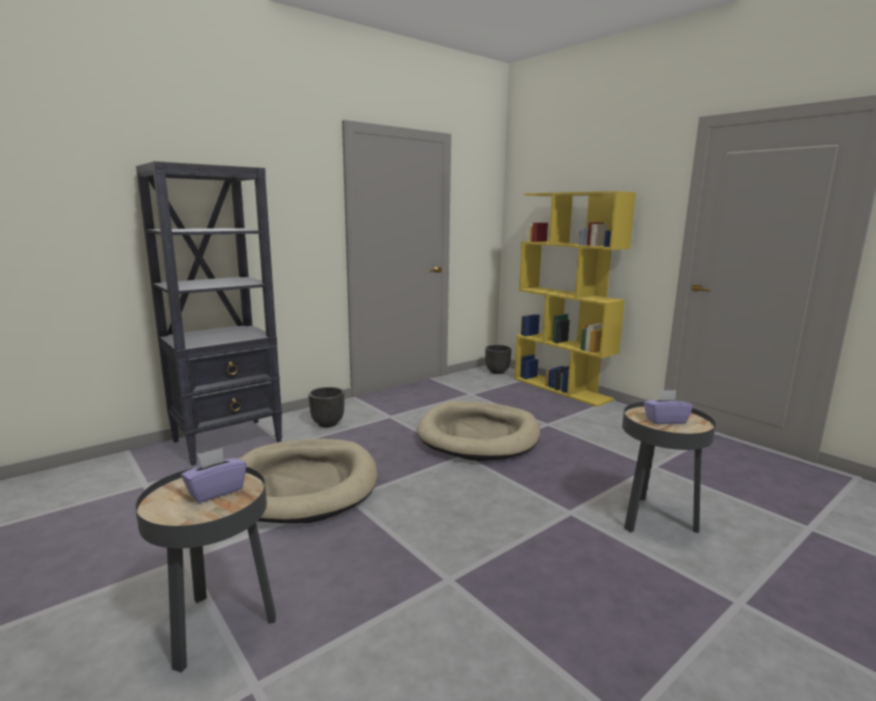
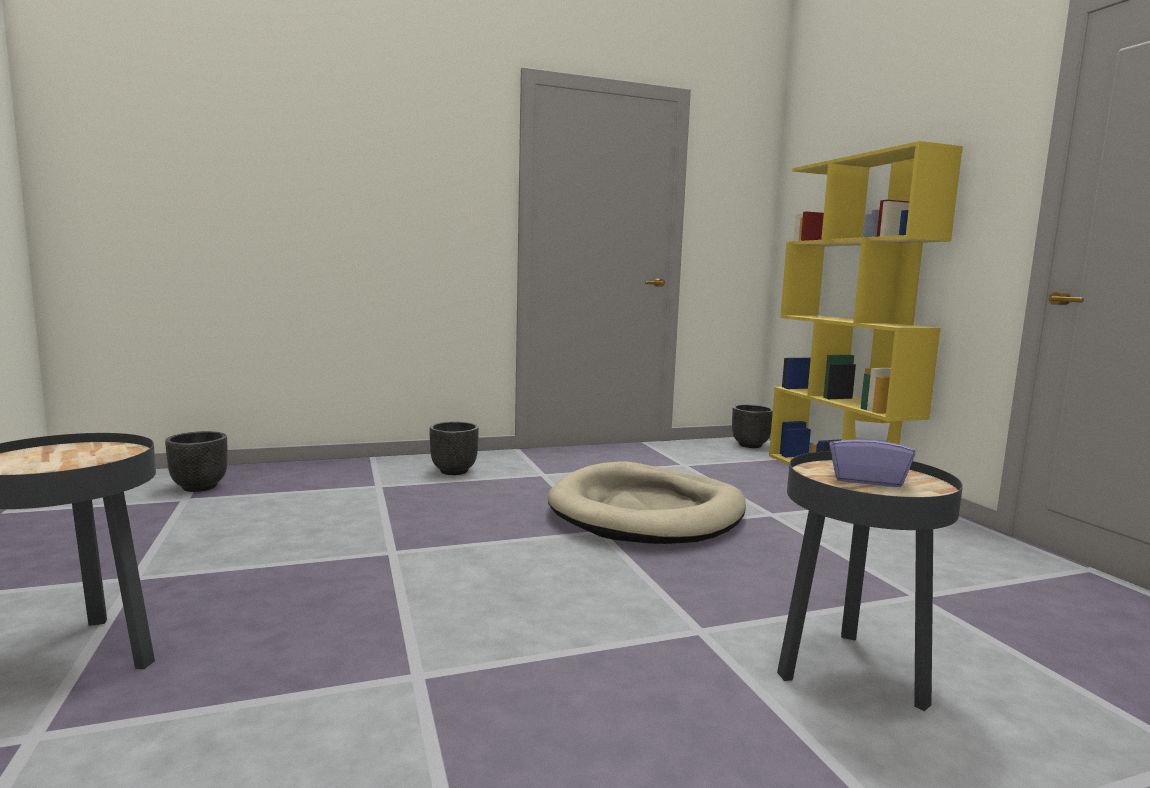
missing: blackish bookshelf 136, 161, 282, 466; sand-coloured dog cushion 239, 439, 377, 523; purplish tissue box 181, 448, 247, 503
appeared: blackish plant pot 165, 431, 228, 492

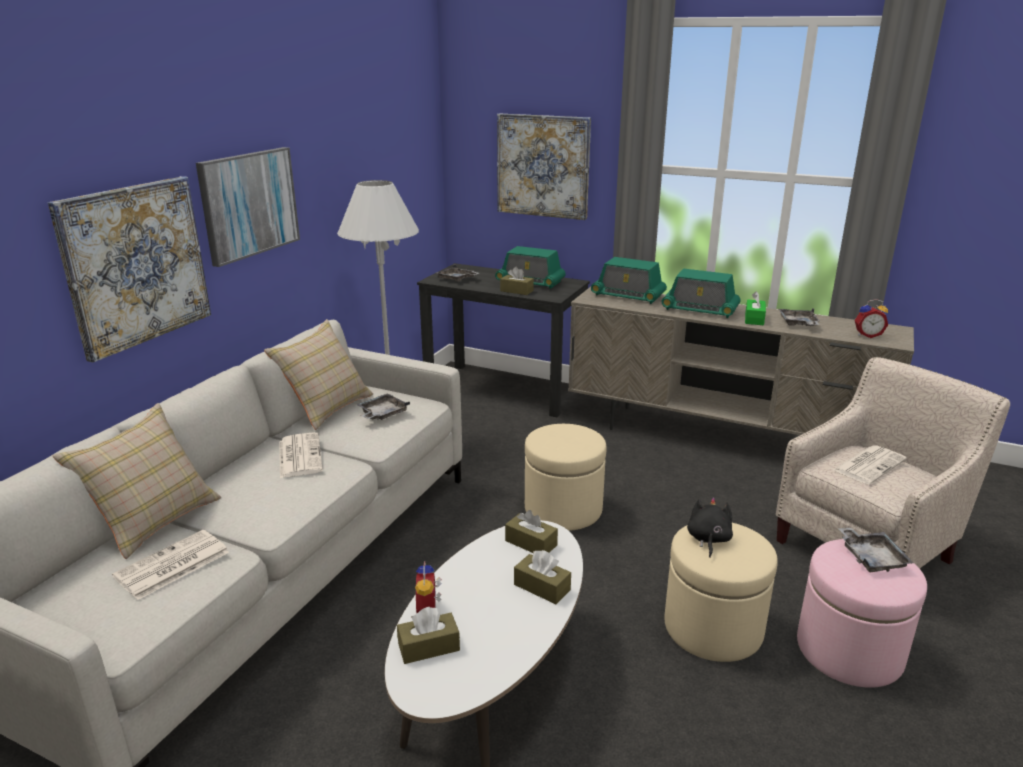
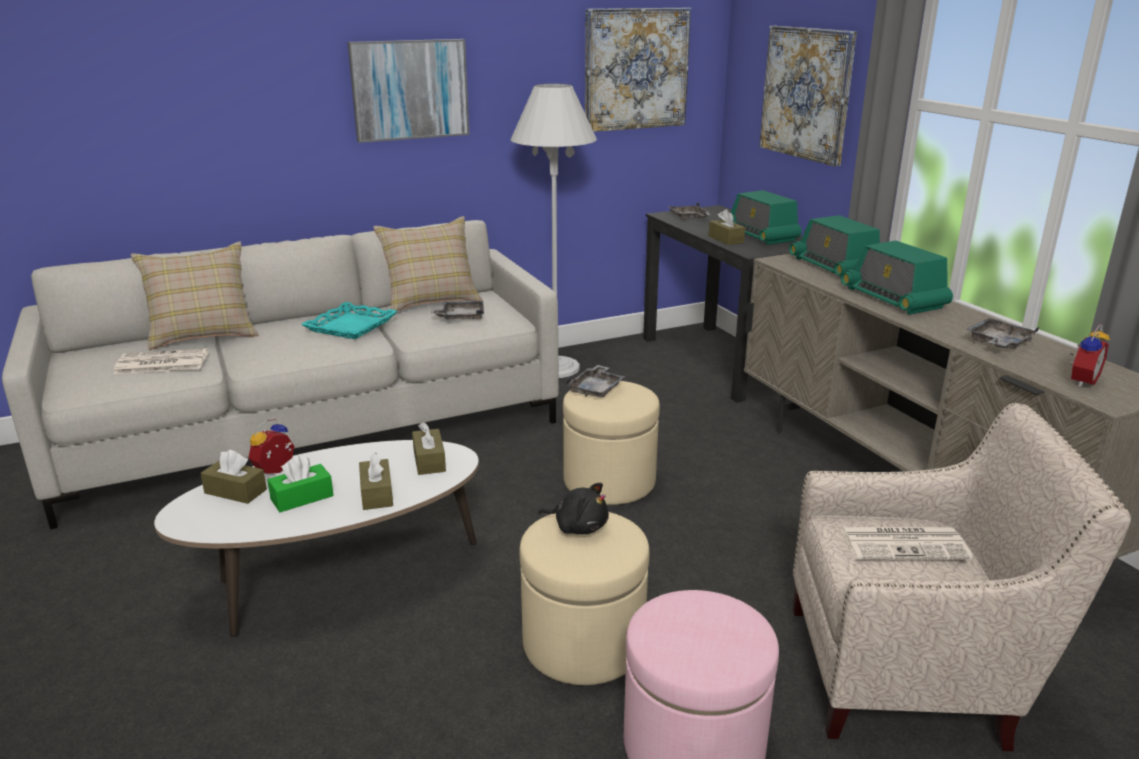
relocated: wall art 48, 176, 211, 362 to 585, 7, 691, 132; green tissue box 745, 291, 766, 325 to 267, 455, 334, 512; grey carrying tray 838, 527, 913, 572 to 566, 365, 625, 398
exchanged: newspaper 279, 432, 323, 478 to blue-green carrying tray 301, 302, 398, 339
spun: bedside clock 854, 299, 888, 338 = 1070, 324, 1110, 387 90 degrees counterclockwise; blackish soft toy 687, 497, 733, 557 = 538, 483, 609, 534 60 degrees clockwise

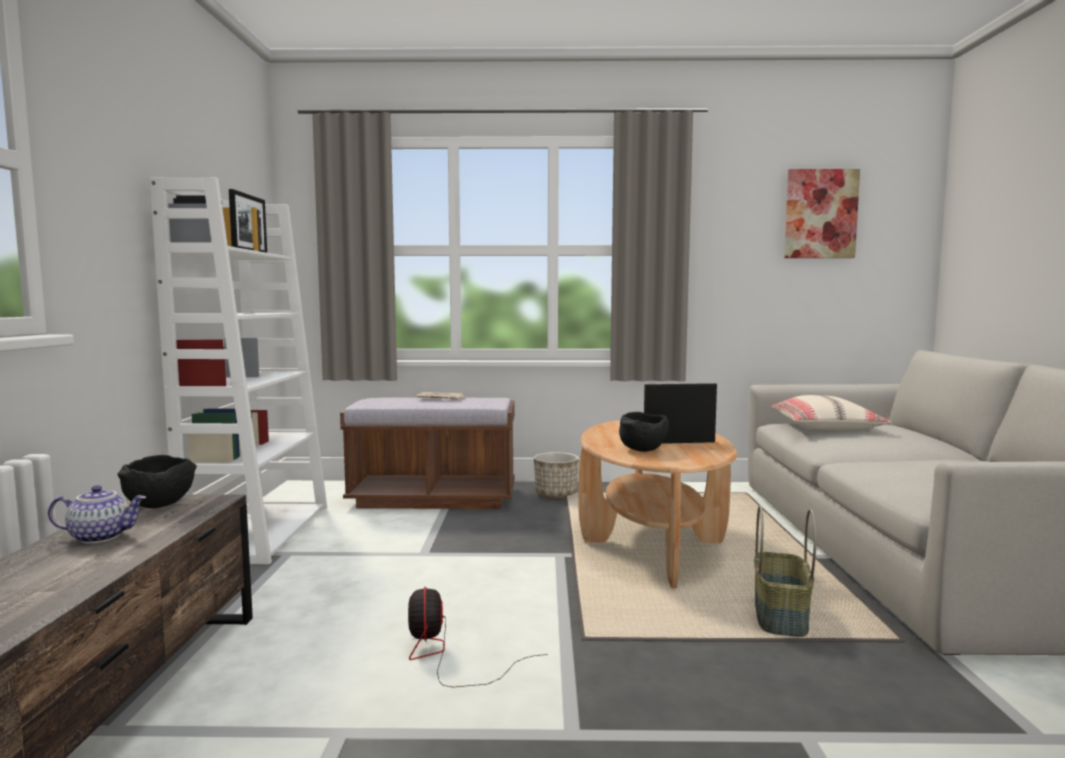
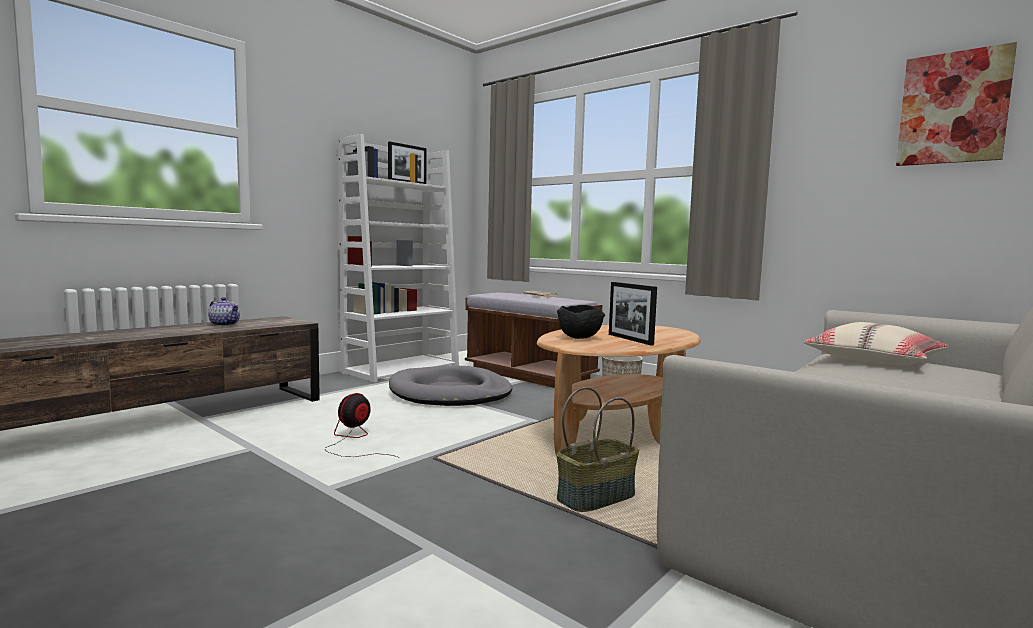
missing: blackish deep dish 117, 455, 197, 508
appeared: grey dog cushion 389, 365, 512, 406
spun: photo frame 644, 383, 717, 444 = 609, 282, 657, 345 150 degrees counterclockwise

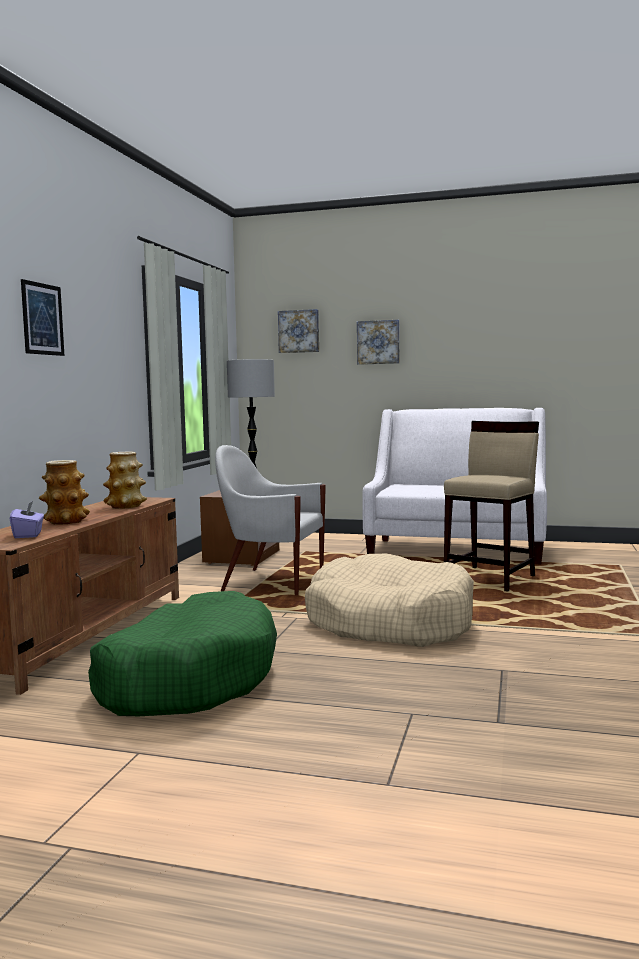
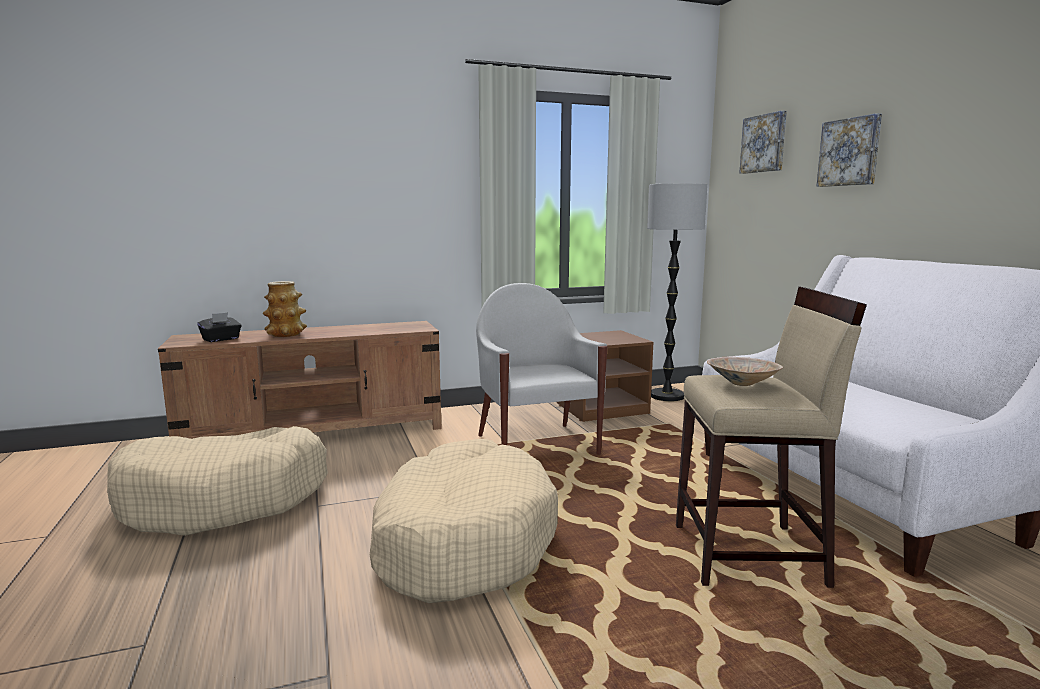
missing: wall art 21, 279, 64, 356; vase 103, 451, 147, 508
appeared: sand-coloured deep dish 707, 357, 783, 386
colour: purplish tissue box 10, 501, 44, 538 to blackish tissue box 197, 312, 242, 342; green dog cushion 88, 591, 277, 716 to sand-coloured dog cushion 107, 426, 328, 536

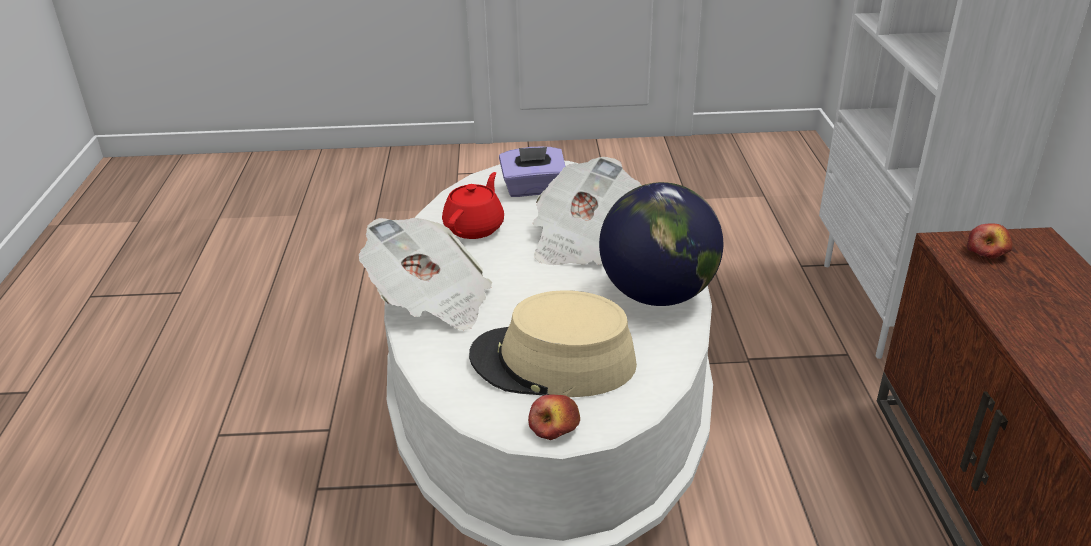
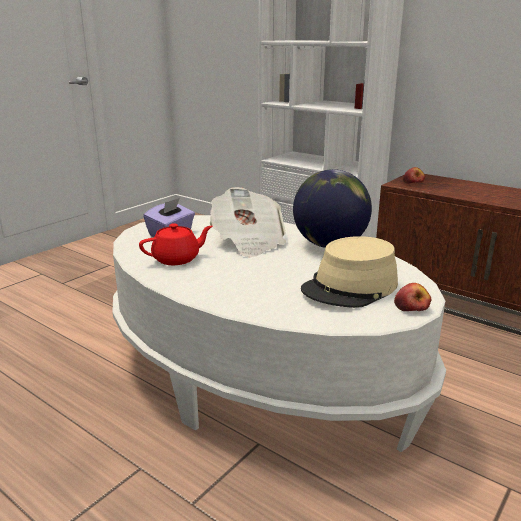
missing: newspaper 359, 218, 492, 330
spun: red pot for tea 442, 172, 504, 239 = 139, 223, 213, 265 90 degrees clockwise

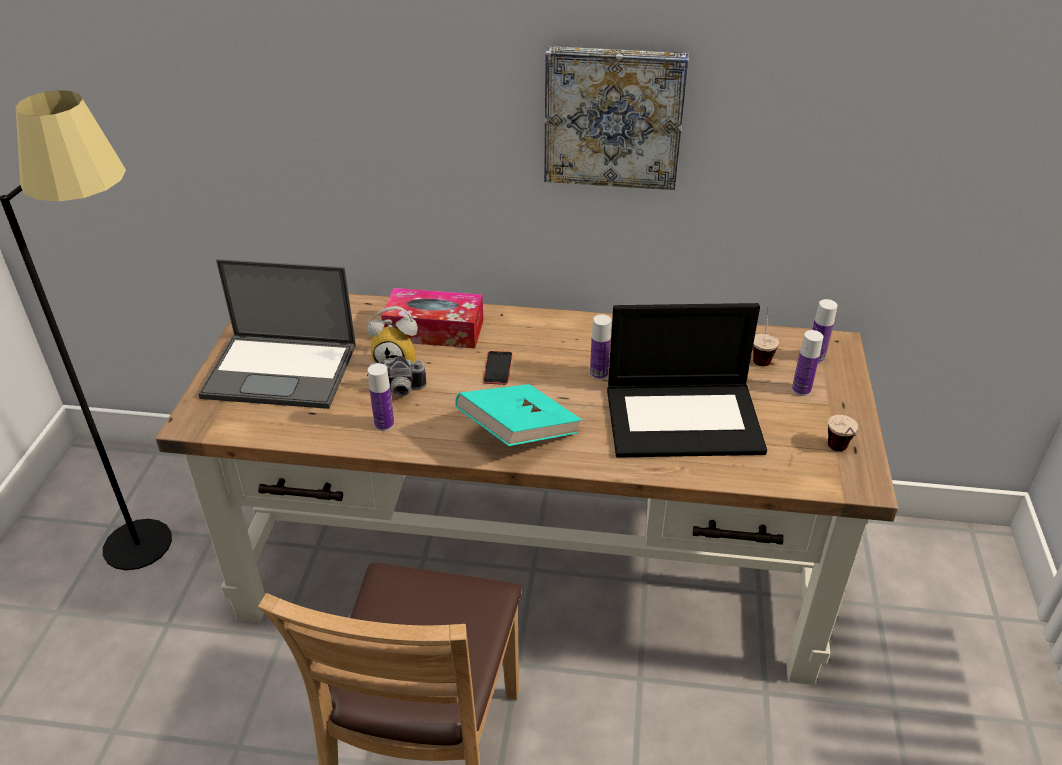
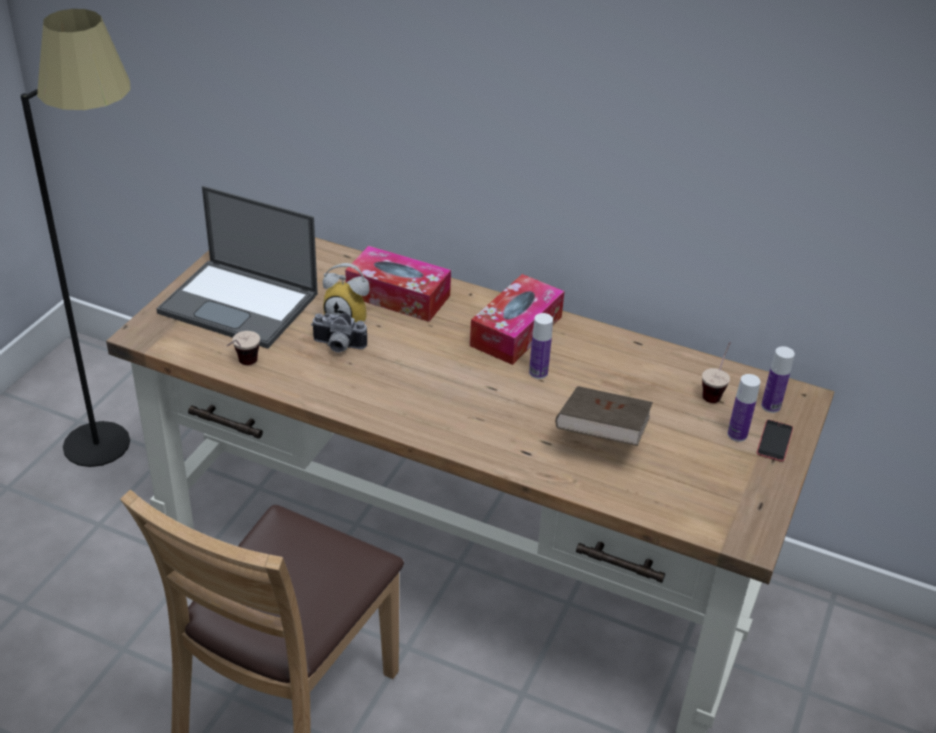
missing: wall art 544, 46, 689, 190; beverage bottle 368, 363, 394, 431; blue-green bound book 455, 384, 582, 446
appeared: tissue box 470, 274, 565, 365
relocated: handset 483, 351, 513, 385 to 757, 420, 793, 462; drinking cup 828, 415, 858, 451 to 227, 331, 260, 365
exchanged: notebook computer 607, 303, 767, 458 to brown-coloured bound book 555, 386, 653, 446

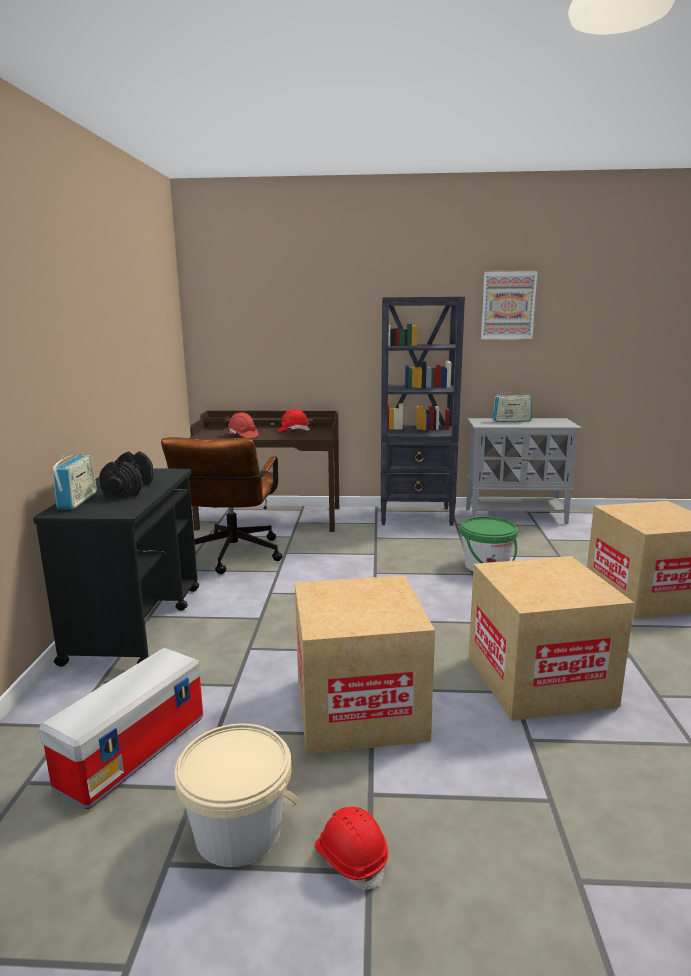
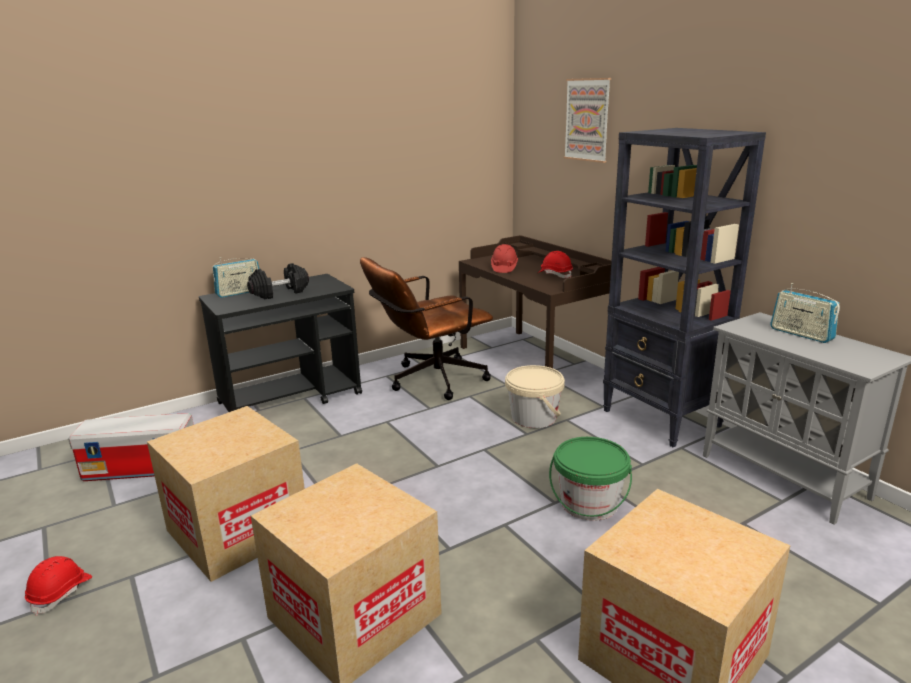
relocated: wall art 481, 269, 538, 341 to 564, 78, 611, 163; sand-coloured water bucket 174, 723, 298, 867 to 505, 365, 565, 428

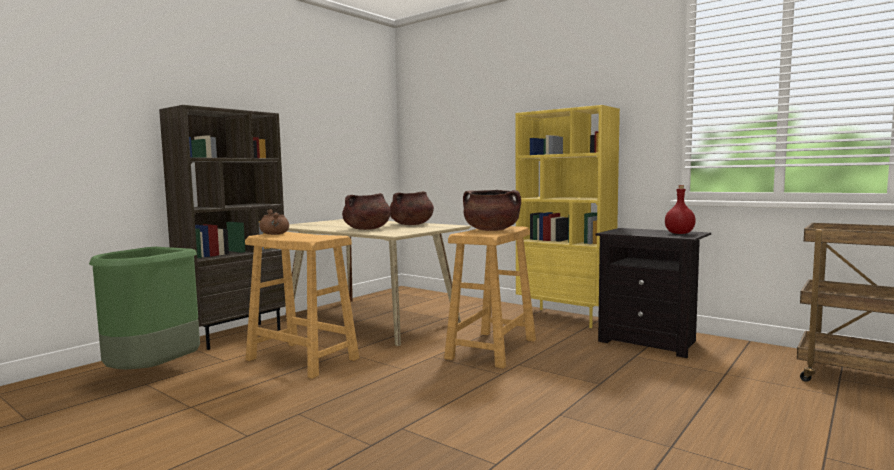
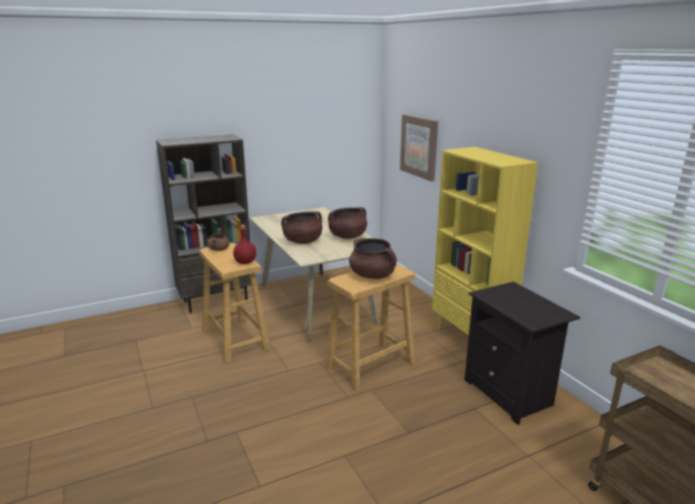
missing: green trash can 89, 247, 200, 369
appeared: wall art 400, 115, 438, 181
relocated: red beverage bottle 665, 185, 696, 234 to 233, 225, 256, 264

